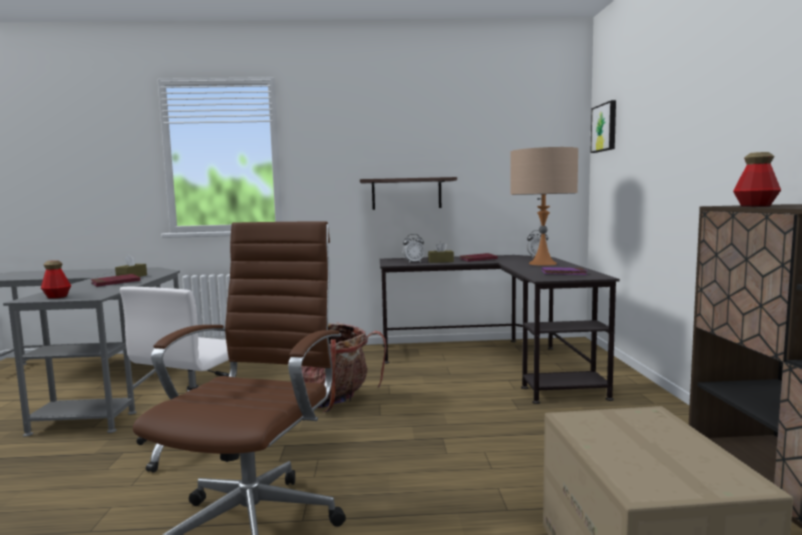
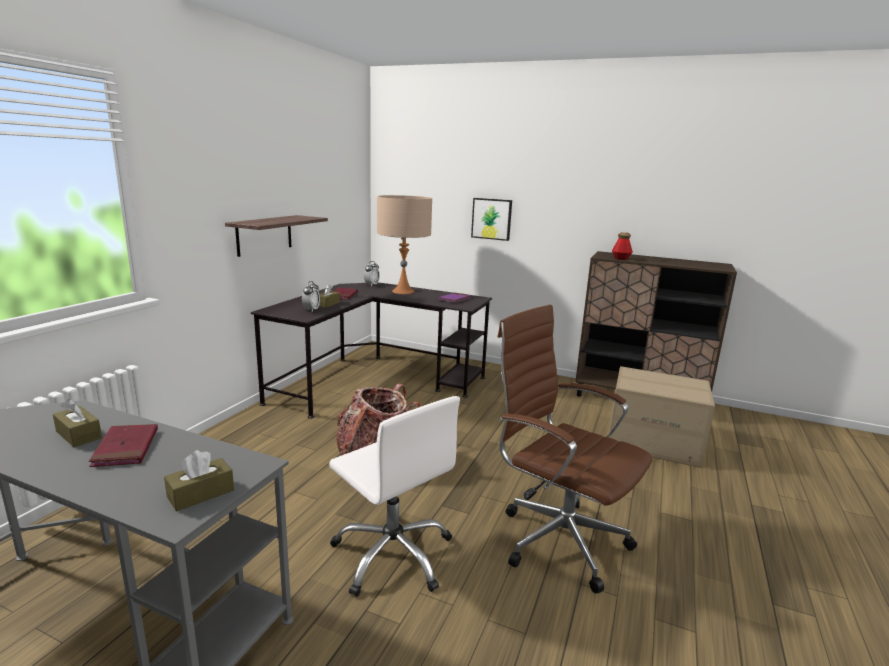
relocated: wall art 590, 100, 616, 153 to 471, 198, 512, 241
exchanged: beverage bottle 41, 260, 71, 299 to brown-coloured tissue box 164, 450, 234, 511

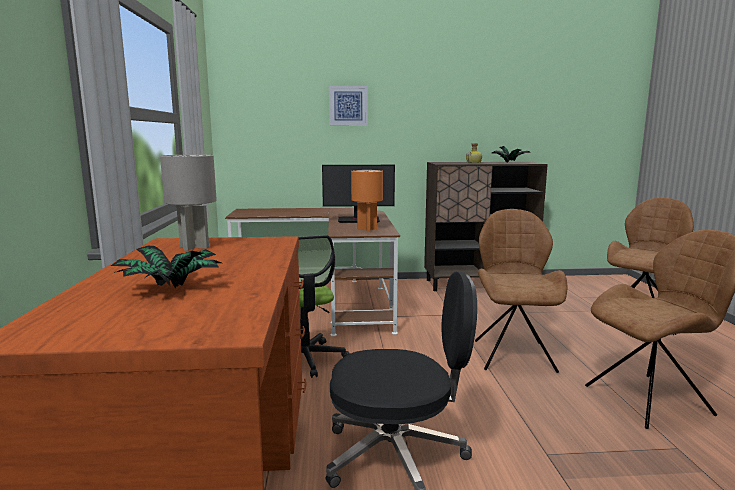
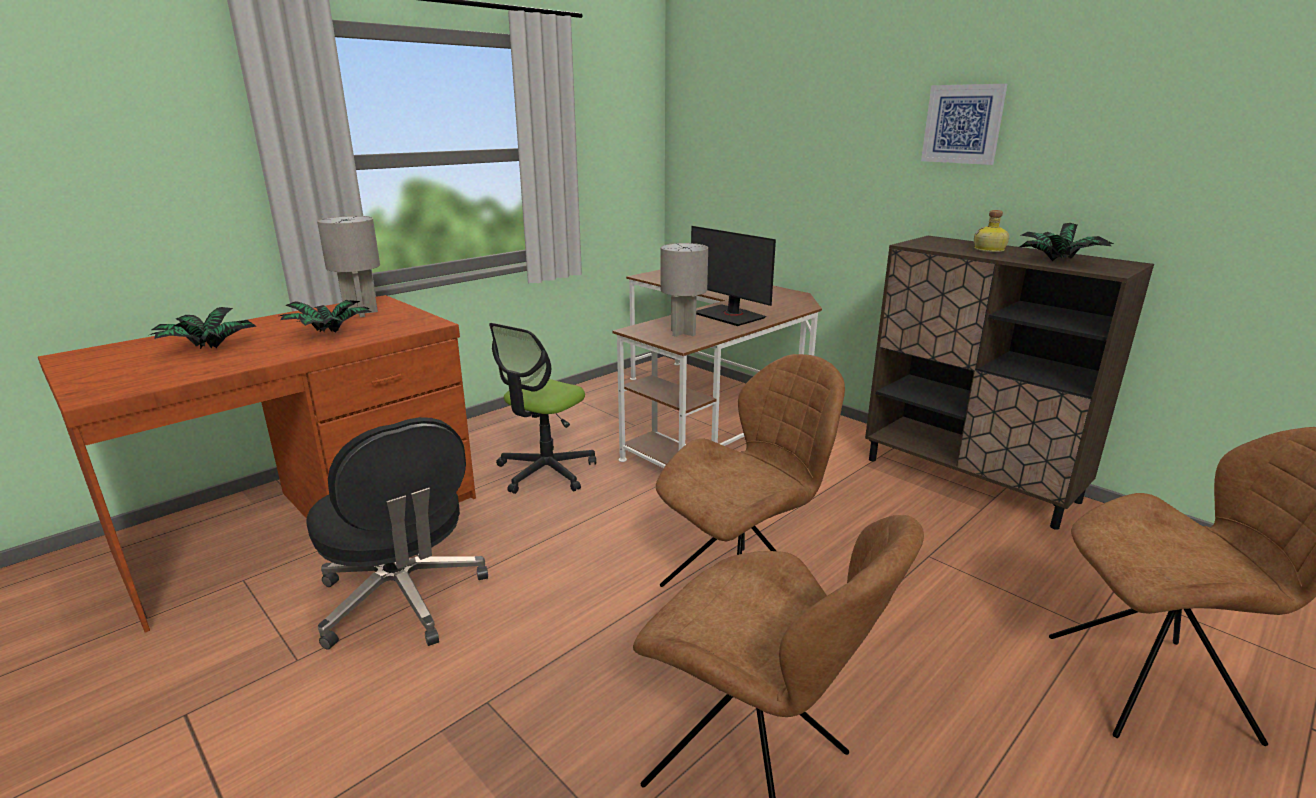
appeared: potted plant 280, 300, 371, 333
relocated: wall art 329, 86, 367, 126 to 921, 84, 1007, 165
colour: orange tabletop lamp 351, 170, 383, 231 to grey tabletop lamp 661, 243, 708, 337

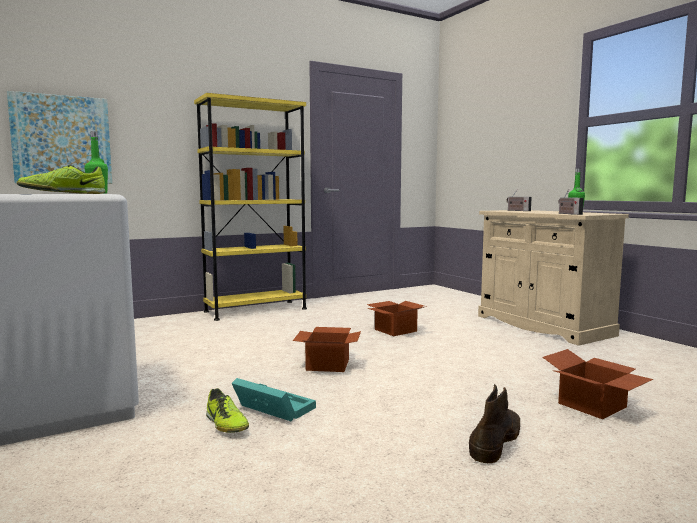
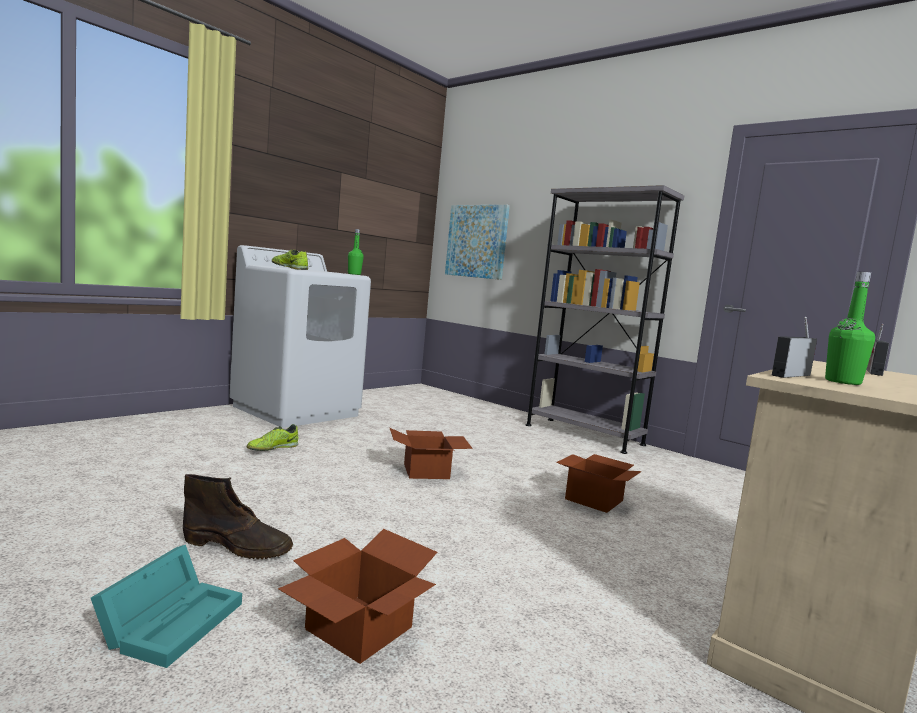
relocated: blue-green storage box 232, 378, 316, 421 to 91, 545, 242, 668
colour: yellow-coloured bookshelf 194, 93, 307, 321 to grey bookshelf 526, 185, 684, 454

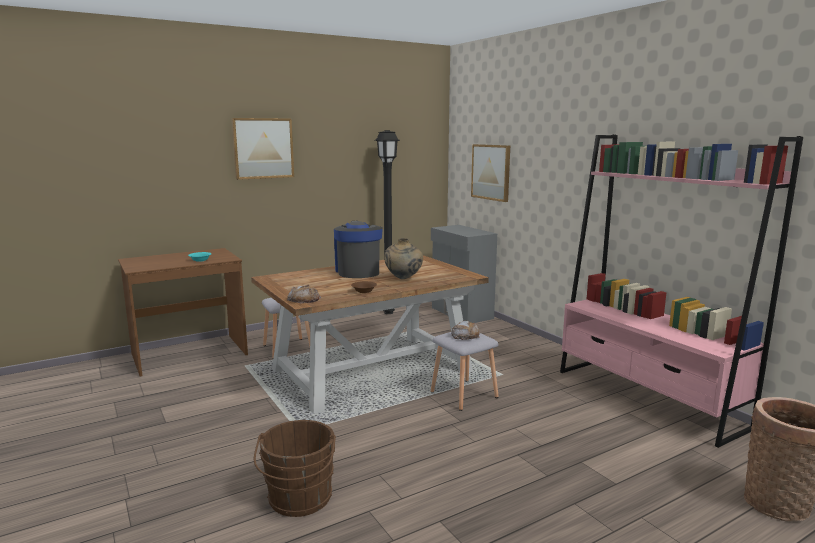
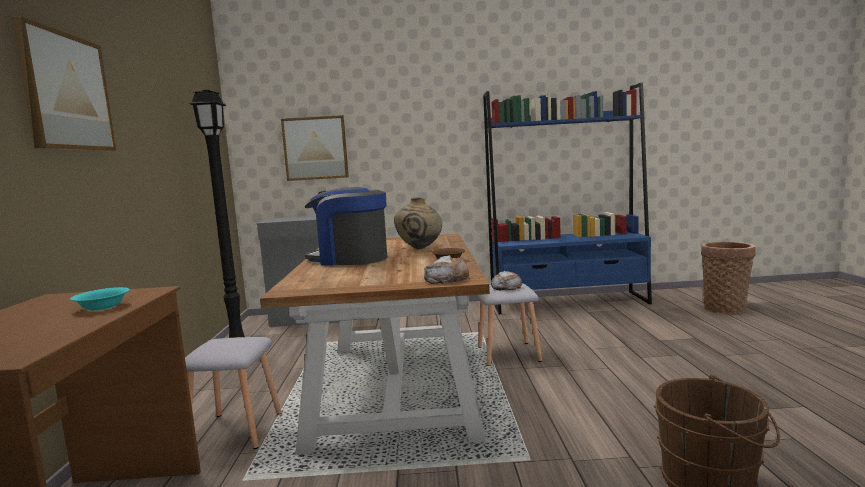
colour: pink bookshelf 560, 134, 803, 448 to blue bookshelf 483, 83, 652, 314

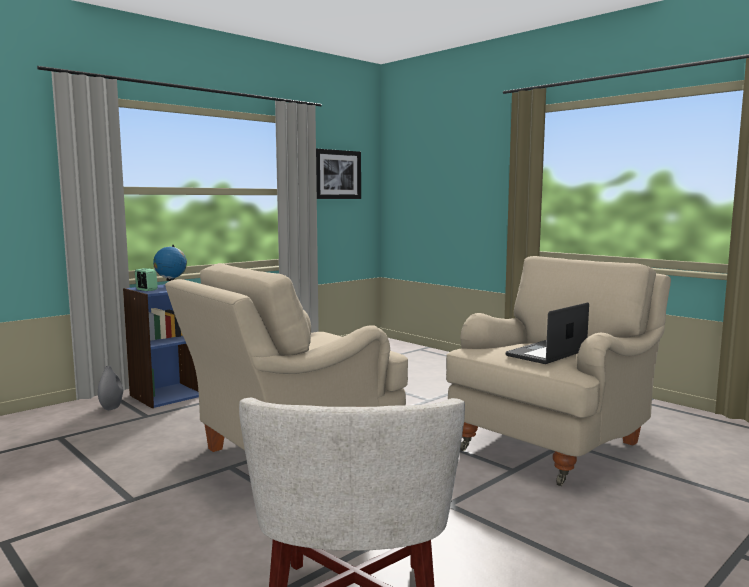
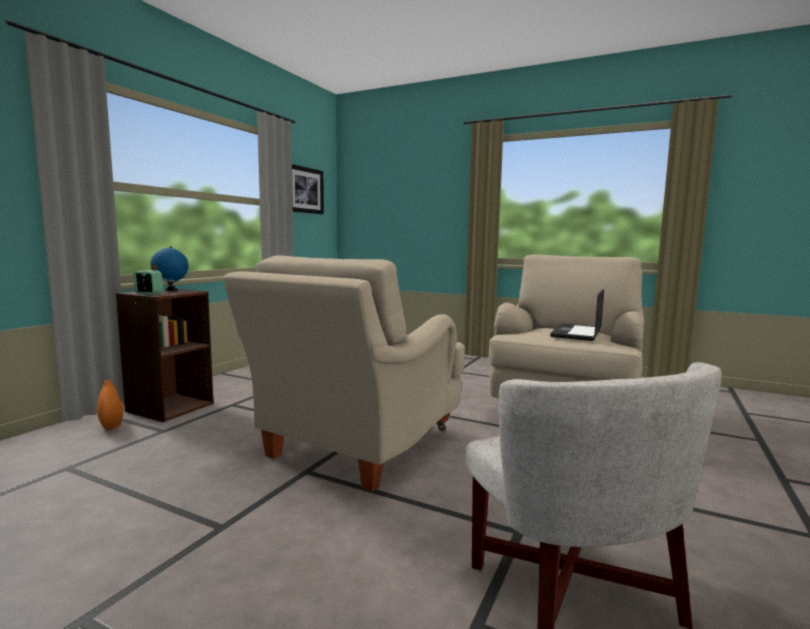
colour: blue bookshelf 123, 284, 199, 408 to brown-coloured bookshelf 116, 289, 214, 422; grey vase 98, 366, 123, 410 to orange vase 97, 379, 124, 430

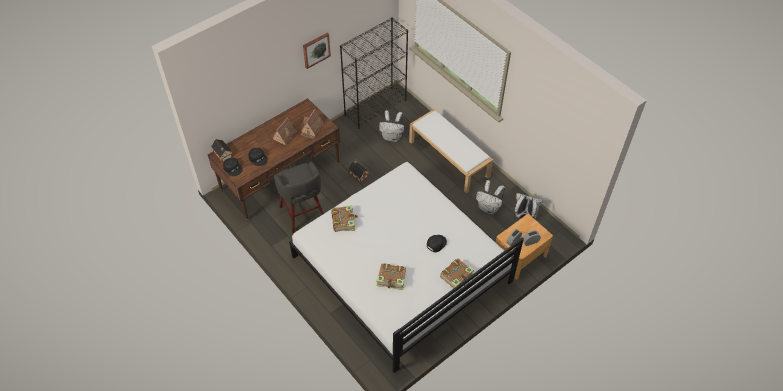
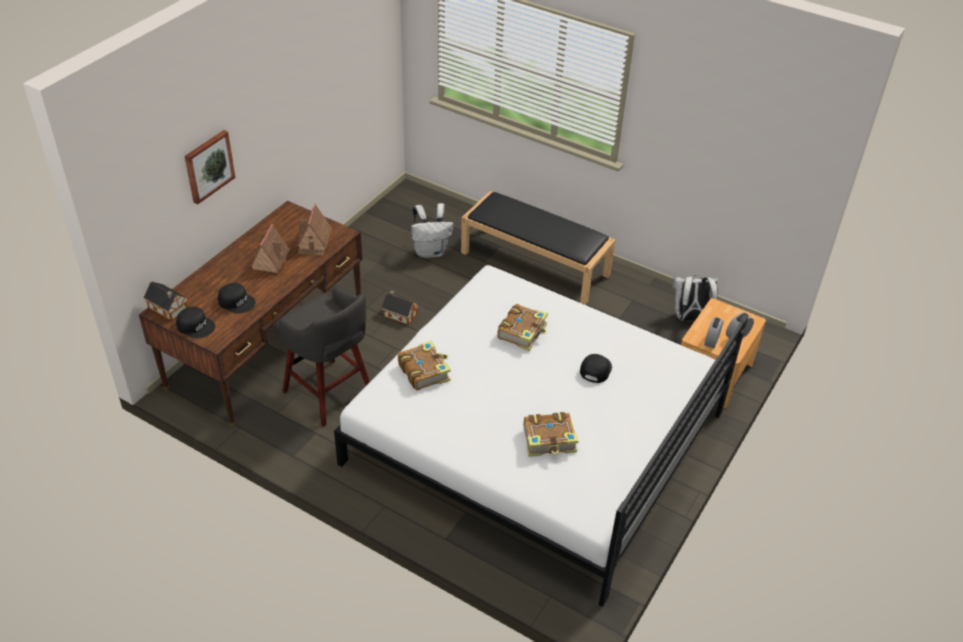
missing: blackish bookshelf 340, 17, 408, 129; white knapsack 476, 180, 506, 215
relocated: wall art 303, 33, 331, 69 to 185, 130, 236, 204; bound book 440, 258, 474, 289 to 497, 304, 548, 351
colour: white bench 409, 109, 493, 194 to blackish bench 461, 191, 615, 305

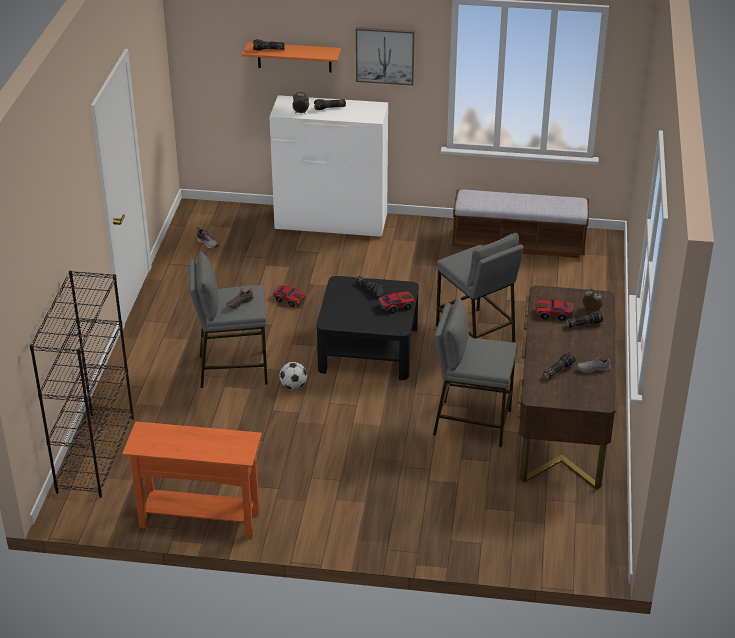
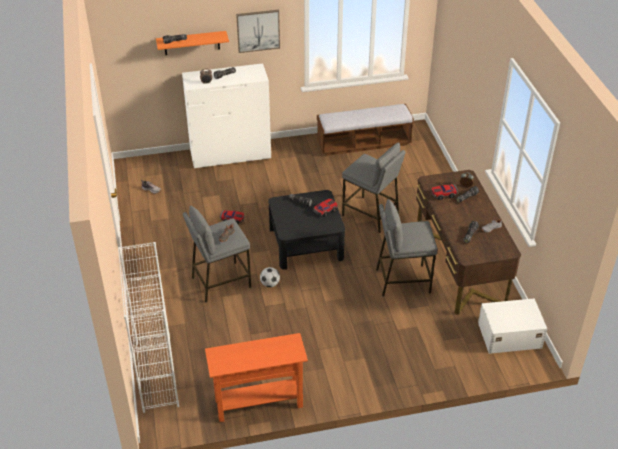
appeared: white storage box 478, 299, 547, 354
colour: blackish bookshelf 29, 271, 134, 498 to white bookshelf 118, 242, 179, 413

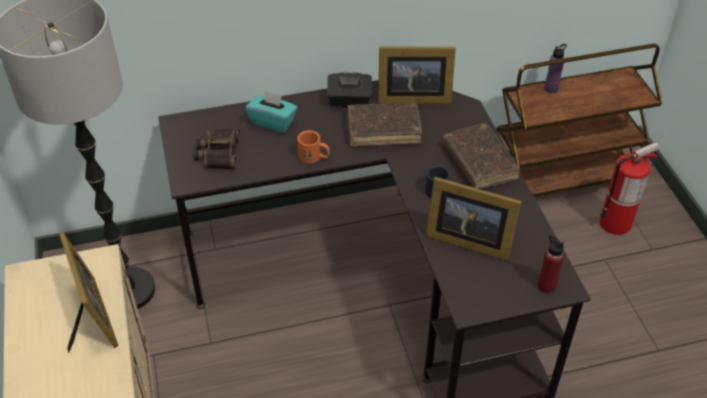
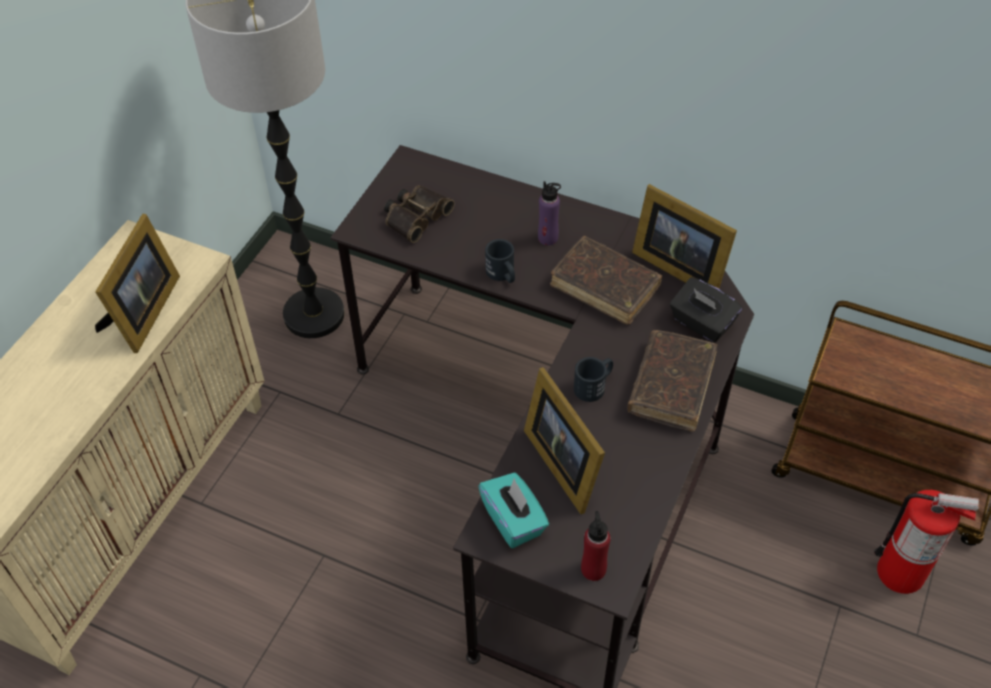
relocated: purplish beverage bottle 544, 44, 567, 93 to 538, 181, 561, 245; blackish tissue box 327, 72, 372, 107 to 670, 277, 742, 342; blue-green tissue box 246, 90, 297, 133 to 478, 472, 549, 548
colour: orange tea mug 297, 130, 330, 163 to blackish tea mug 485, 239, 515, 283

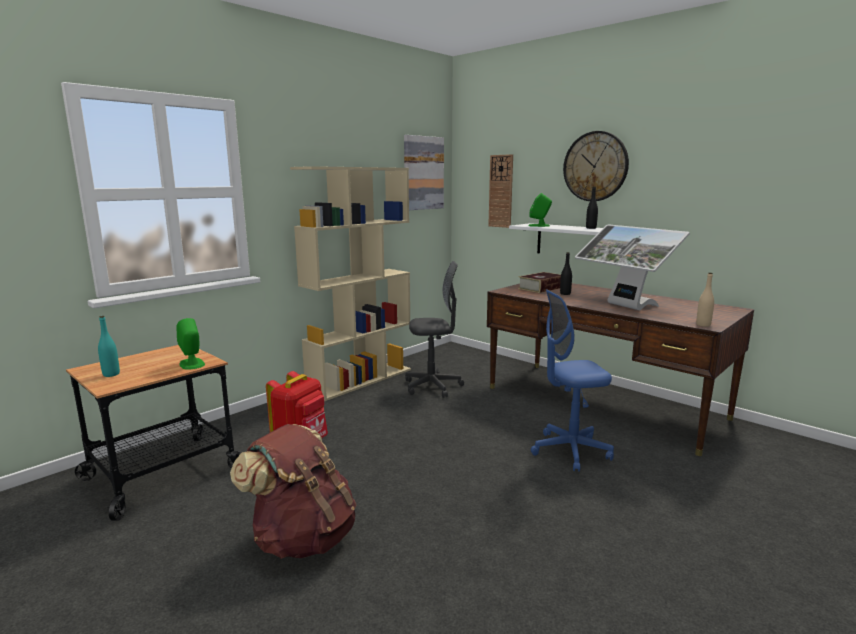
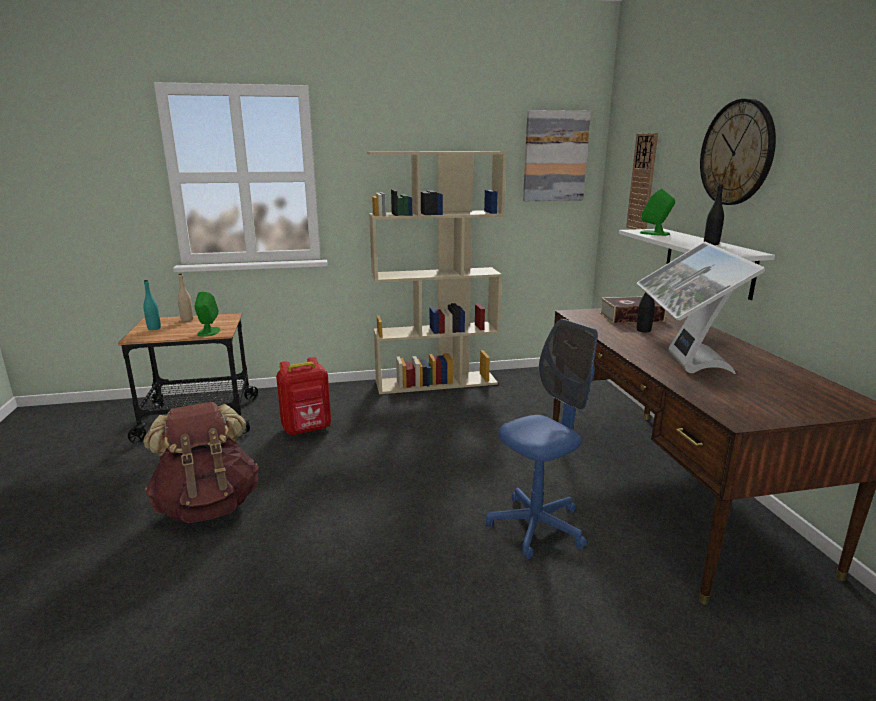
missing: grey desk chair 405, 261, 464, 398
relocated: sand-coloured beverage bottle 696, 273, 714, 327 to 178, 273, 193, 321
spun: blue desk chair 531, 290, 614, 472 = 485, 319, 598, 559 120 degrees clockwise

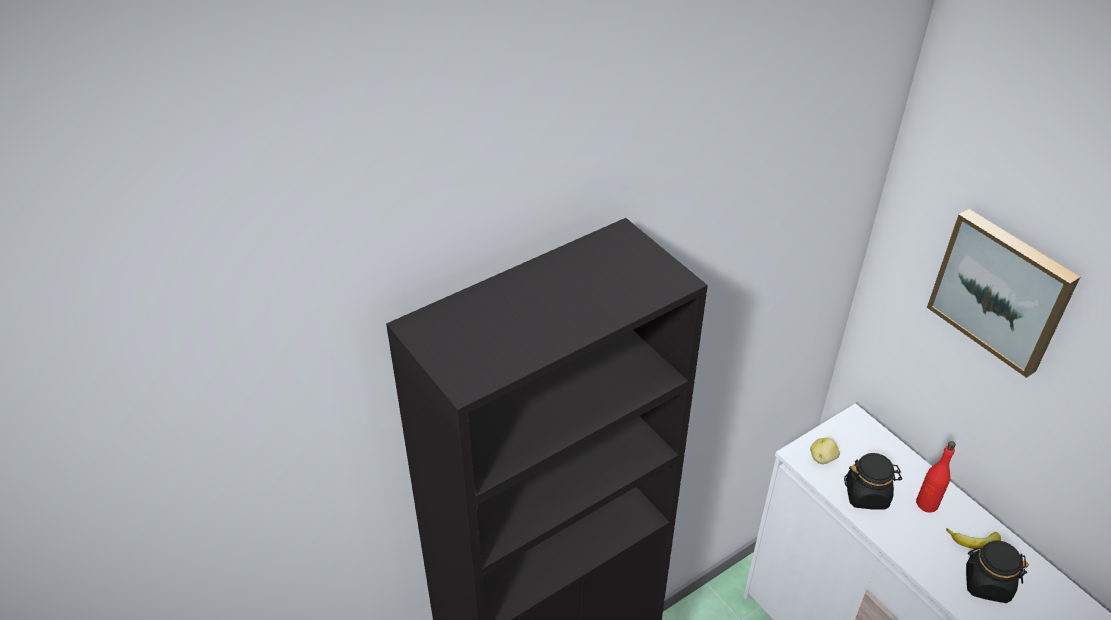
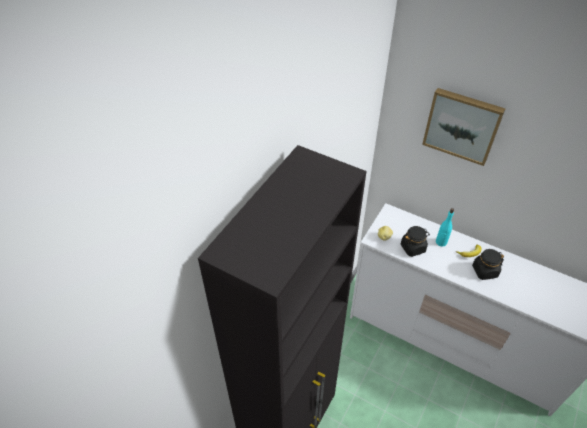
colour: red beverage bottle 916, 441, 956, 513 to blue-green beverage bottle 436, 208, 454, 247

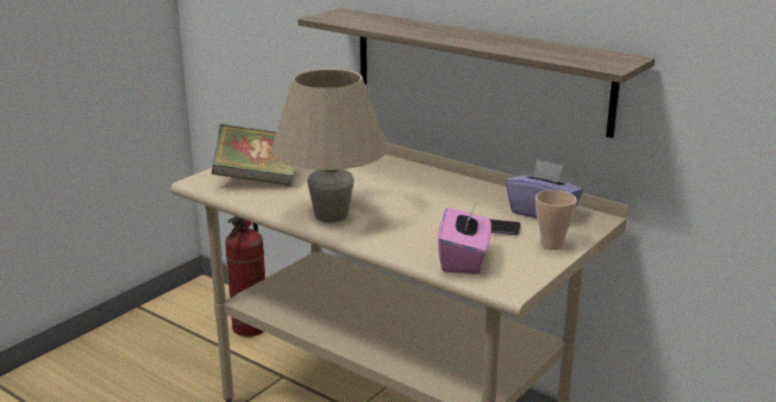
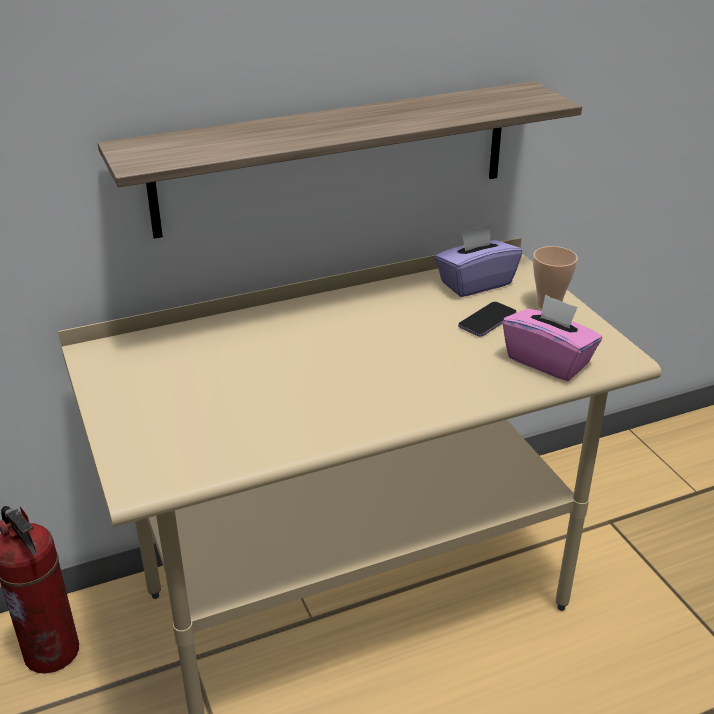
missing: sand-coloured tabletop lamp 272, 69, 388, 223; bound book 212, 124, 294, 186

